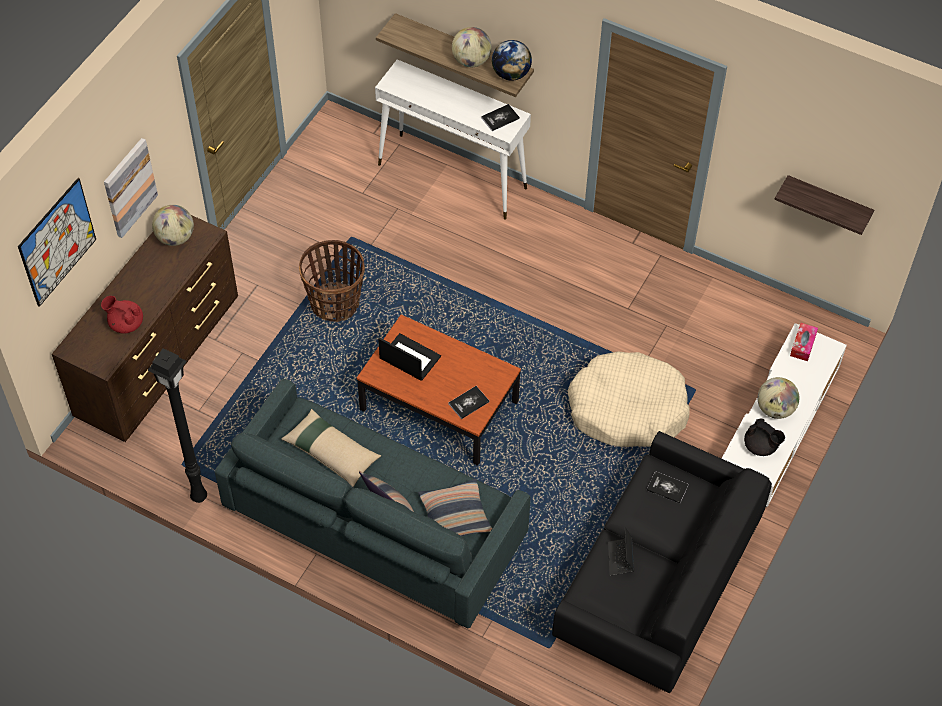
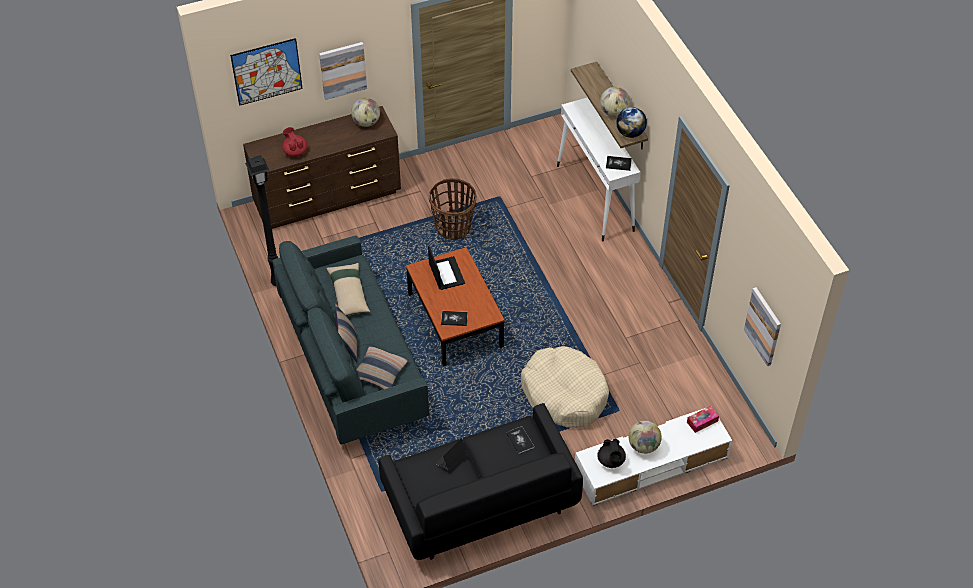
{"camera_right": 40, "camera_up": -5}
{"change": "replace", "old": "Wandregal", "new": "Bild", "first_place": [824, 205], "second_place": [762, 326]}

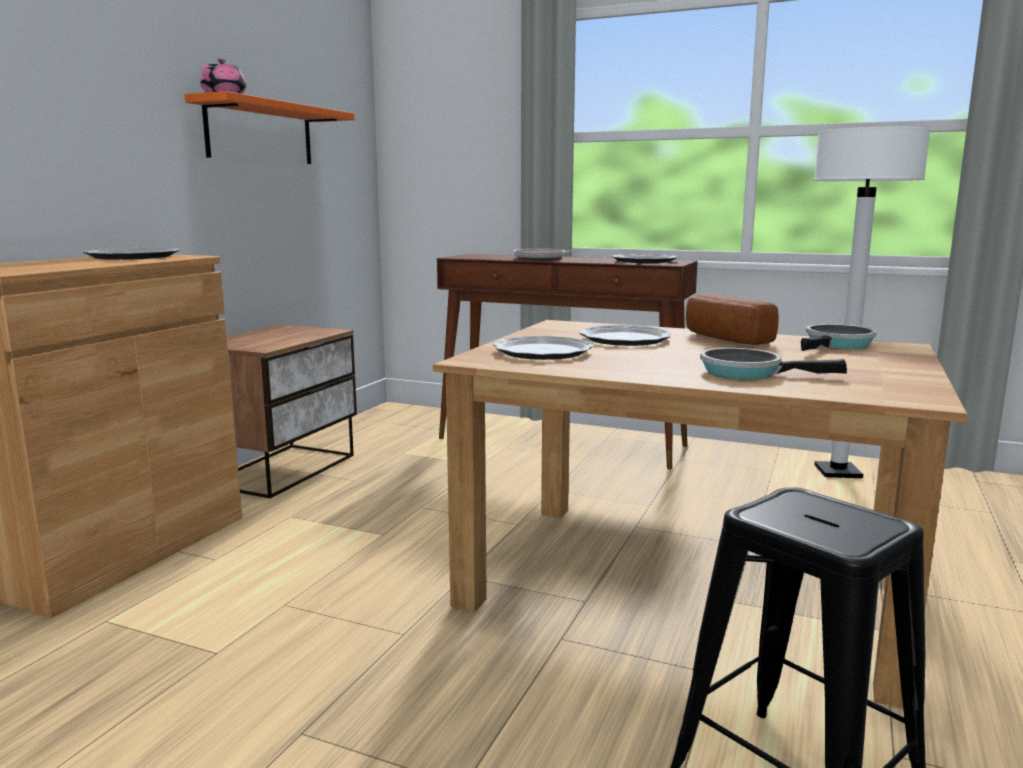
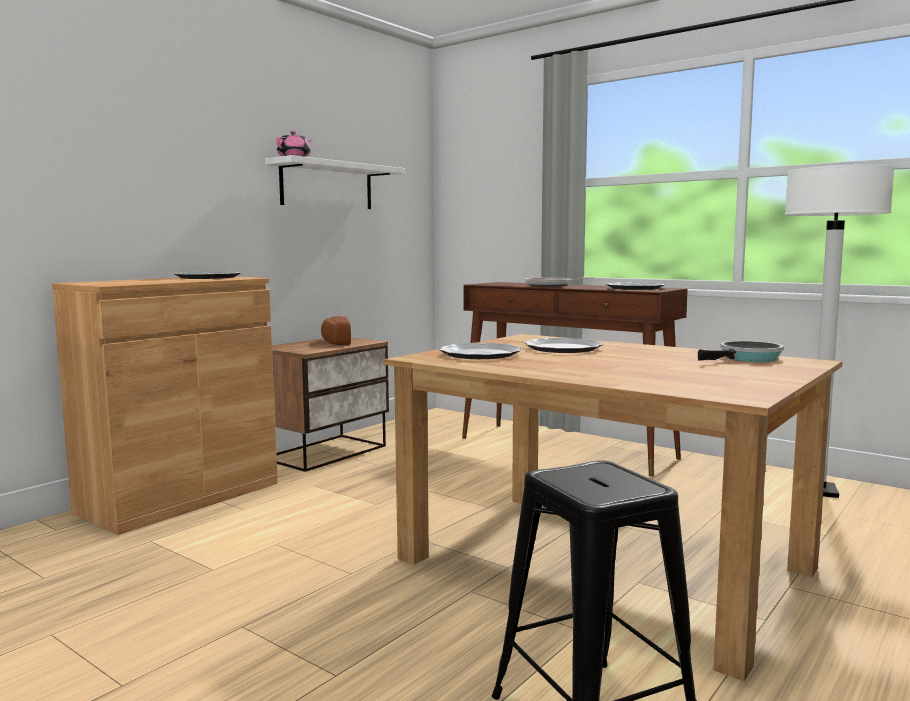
{"camera_right": 15, "camera_up": -5}
{"change": "recolor", "old": "Wandregal/orange", "new": "Wandregal/weiß", "first_place": [269, 127], "second_place": [335, 182]}
{"change": "move", "old": "Brot", "first_place": [732, 319], "second_place": [336, 330]}
{"change": "delete", "old": "Pfanne", "first_place": [773, 364]}

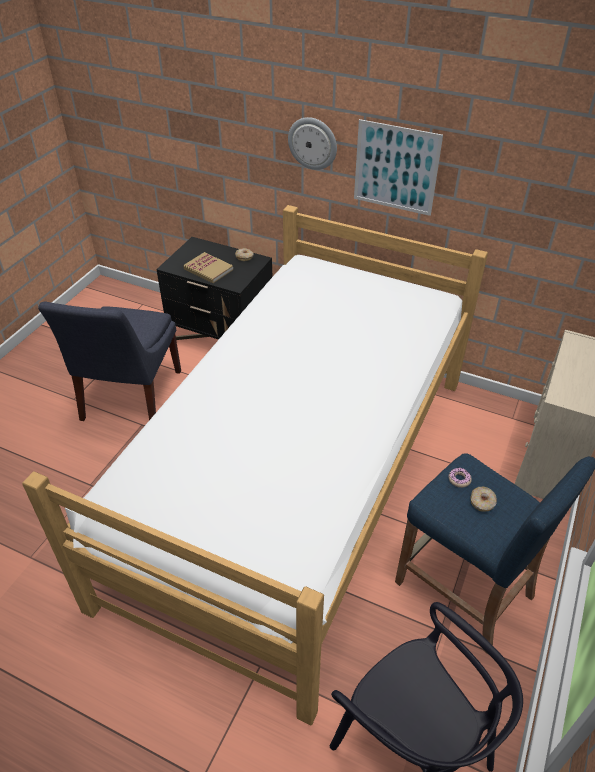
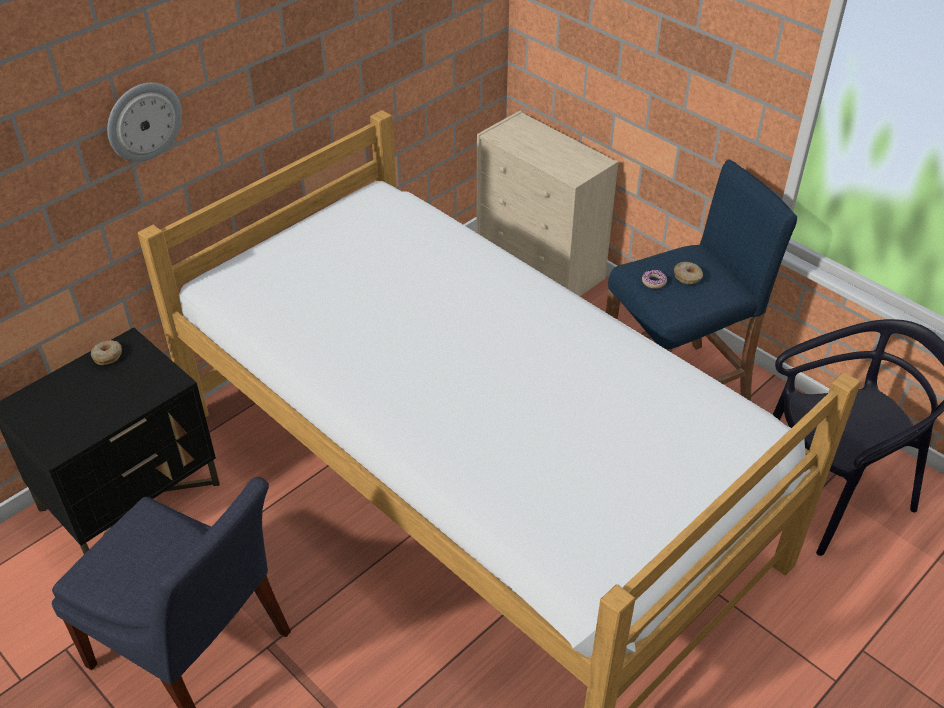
{"camera_right": -70, "camera_up": 0}
{"change": "delete", "old": "Buch", "first_place": [208, 267]}
{"change": "delete", "old": "Bild", "first_place": [398, 167]}

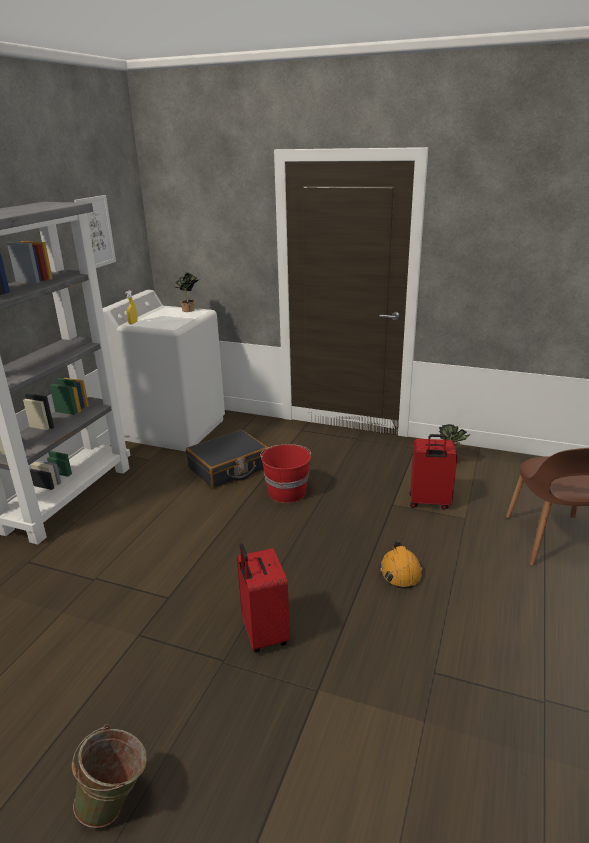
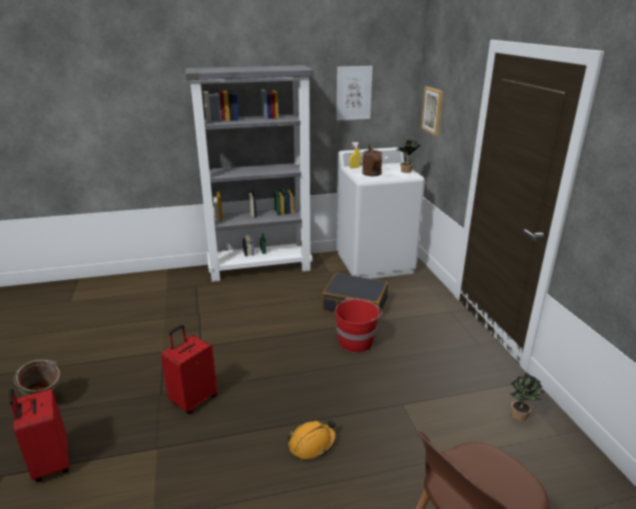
{"camera_right": 55, "camera_up": 0}
{"change": "move", "old": "Koffer/rot", "first_place": [433, 472], "second_place": [39, 435]}
{"change": "insert", "new": "Gießkanne/braun", "second_place": [372, 160]}
{"change": "insert", "new": "Bild", "second_place": [432, 111]}

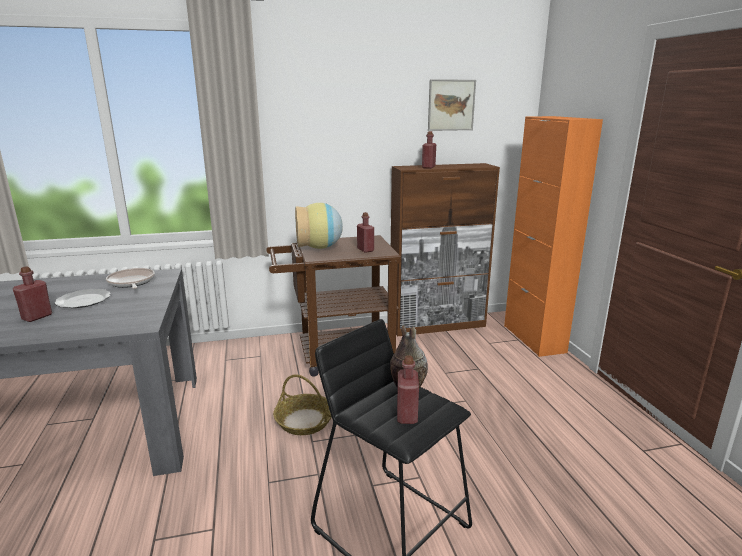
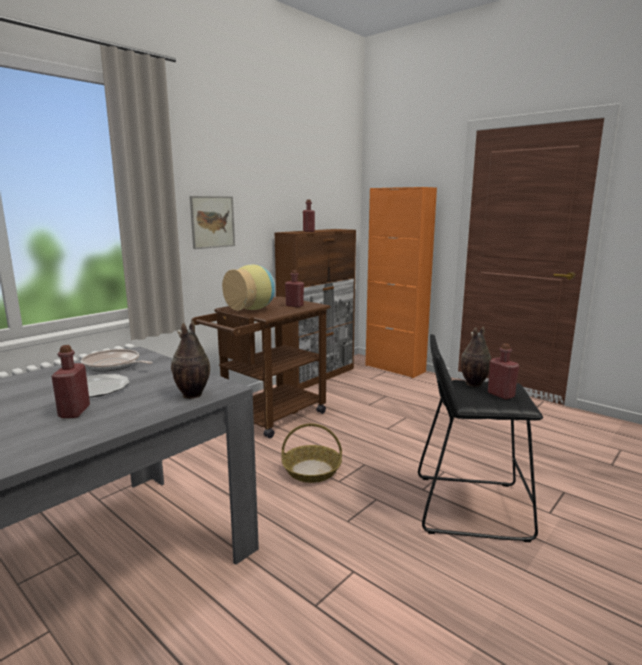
{"camera_right": -35, "camera_up": -5}
{"change": "move", "old": "Bild", "first_place": [452, 105], "second_place": [212, 222]}
{"change": "insert", "new": "Vase", "second_place": [190, 360]}

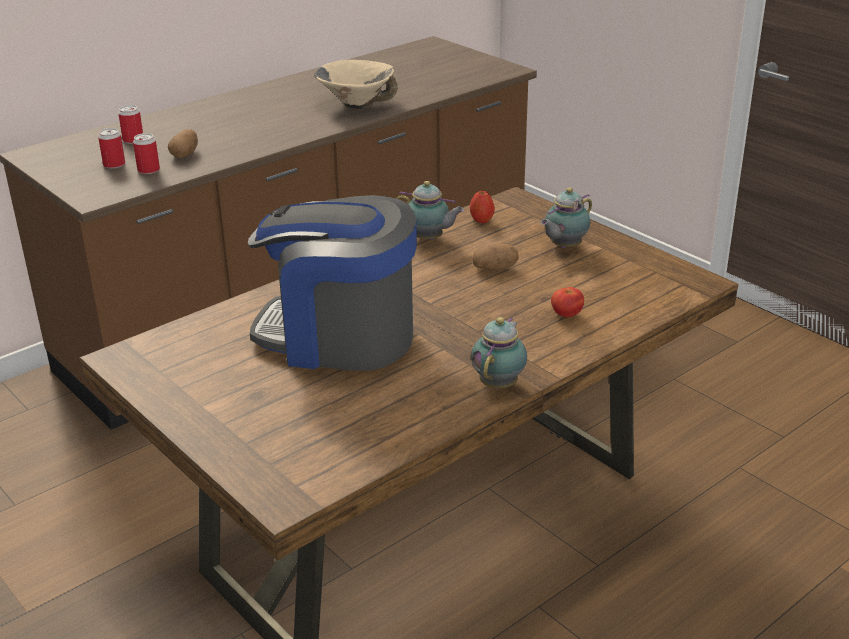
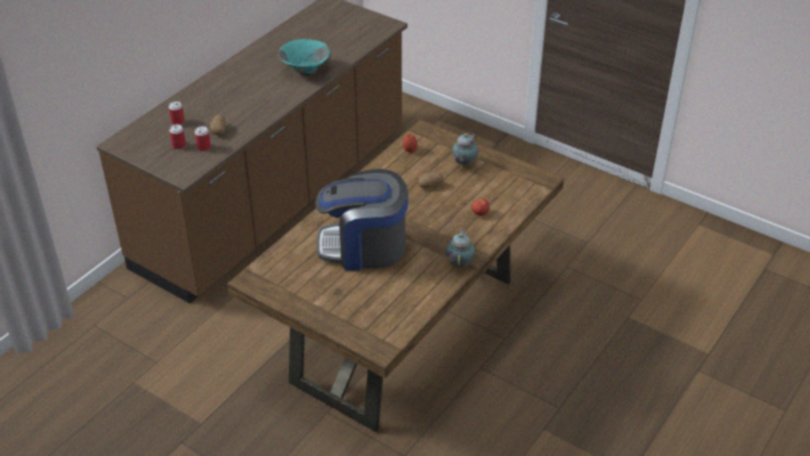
{"camera_right": -15, "camera_up": 10}
{"change": "recolor", "old": "Schüssel/beige", "new": "Schüssel/türkis", "first_place": [356, 84], "second_place": [304, 57]}
{"change": "delete", "old": "Teekanne", "first_place": [430, 210]}

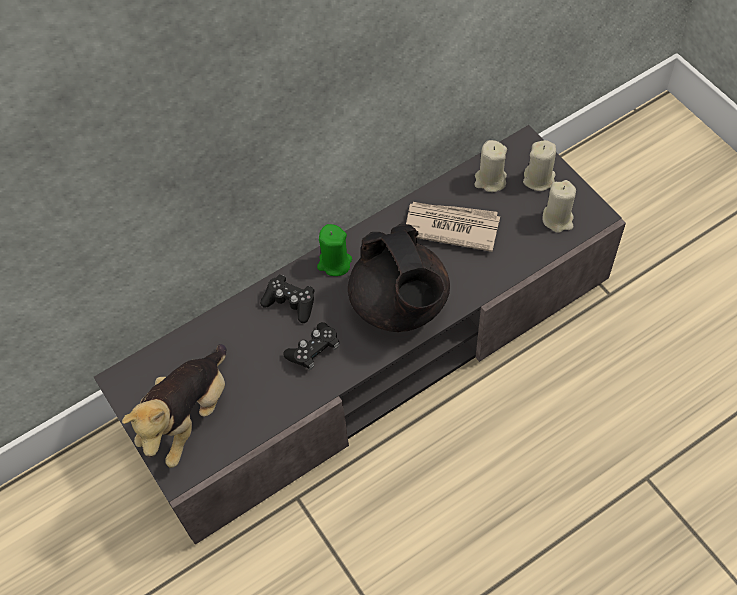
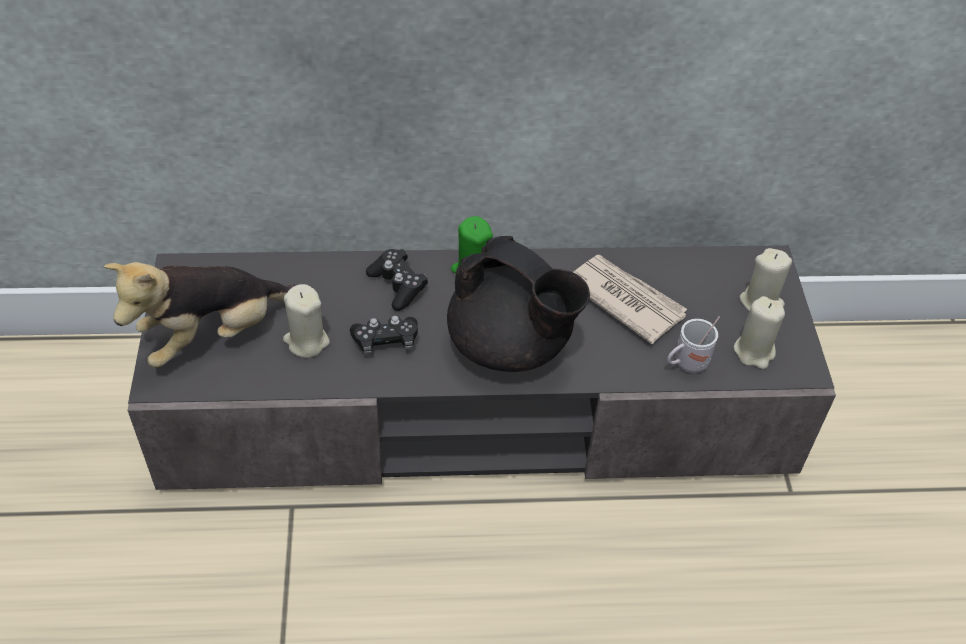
{"camera_right": 25, "camera_up": -10}
{"change": "rotate", "old": "Teekanne/schwarz", "first_place": [399, 278], "second_place": [518, 304], "degrees": -60}
{"change": "move", "old": "Kerze/beige", "first_place": [491, 166], "second_place": [306, 321]}
{"change": "insert", "new": "Henkelbecher/weiß", "second_place": [693, 344]}

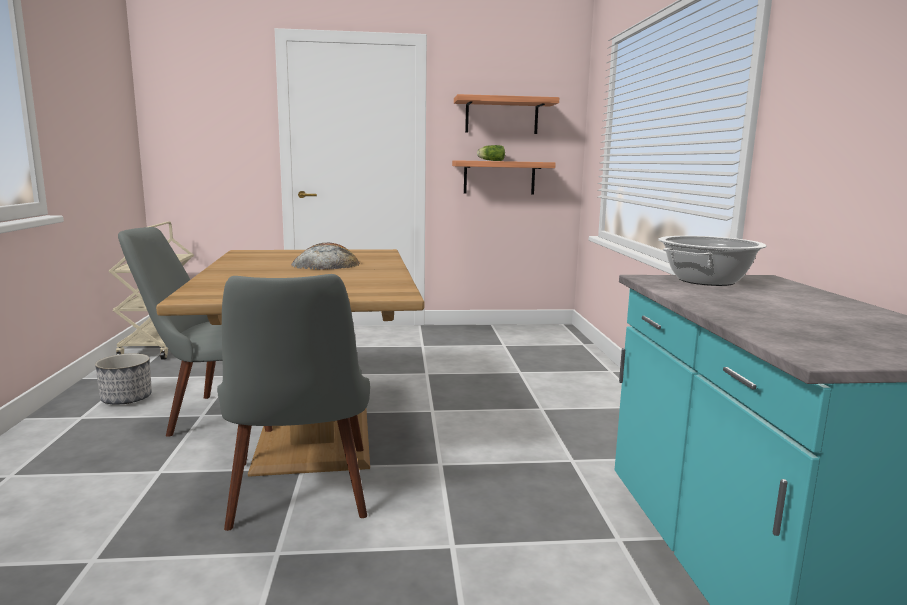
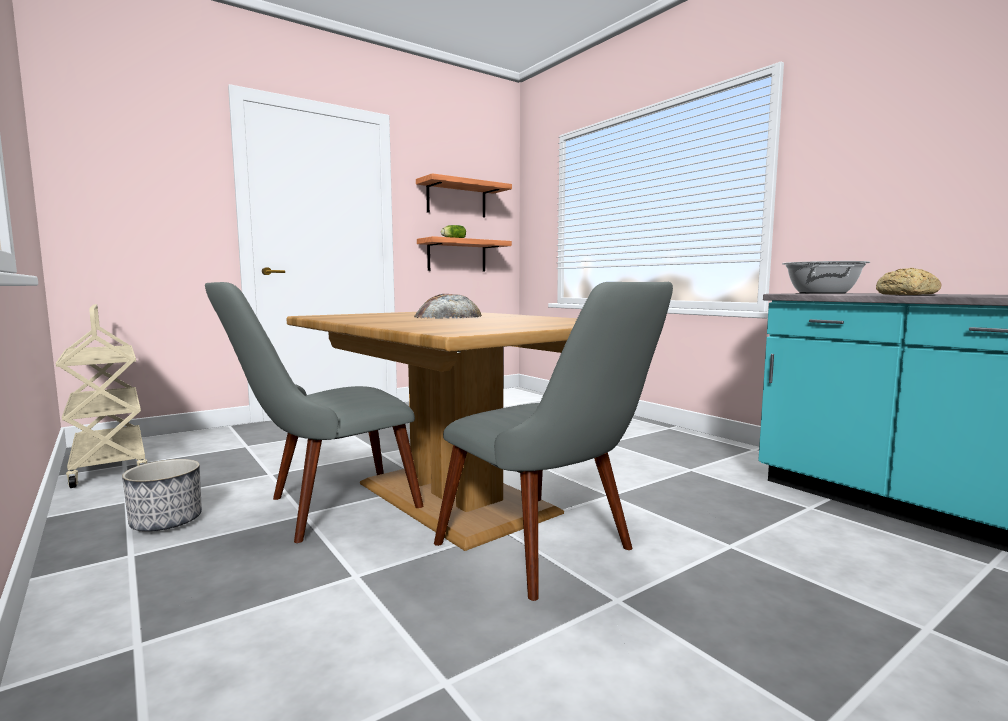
{"camera_right": -30, "camera_up": -5}
{"change": "insert", "new": "Brot", "second_place": [908, 281]}

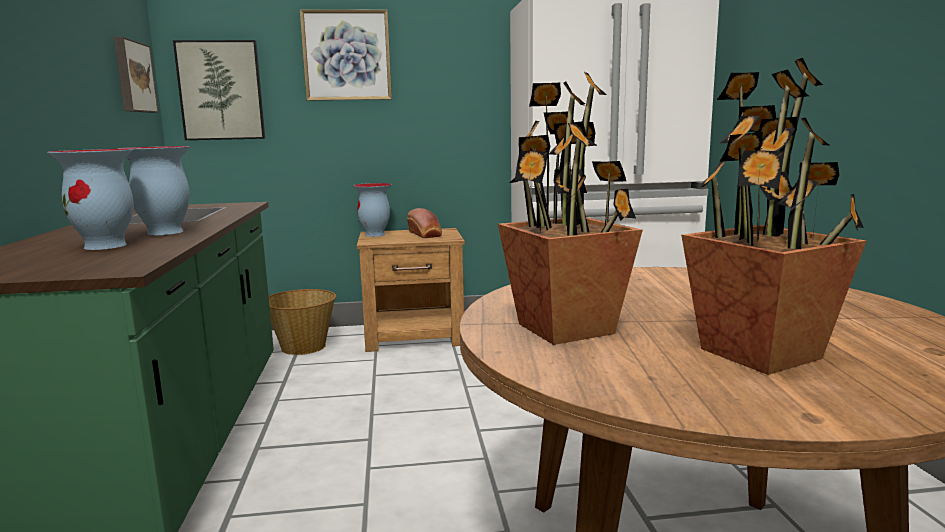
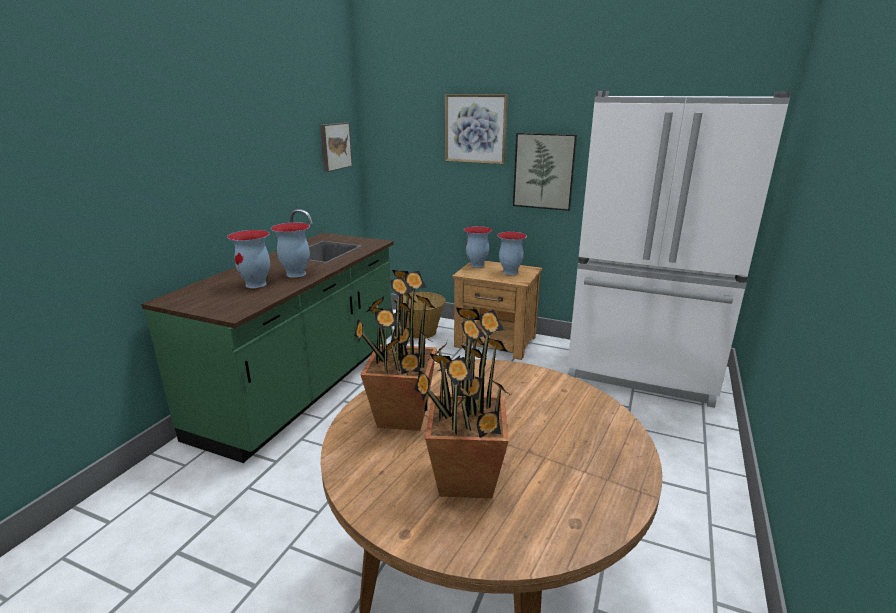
{"camera_right": 30, "camera_up": 10}
{"change": "move", "old": "Bild", "first_place": [219, 90], "second_place": [545, 172]}
{"change": "replace", "old": "Brot", "new": "Vase", "first_place": [424, 223], "second_place": [512, 253]}

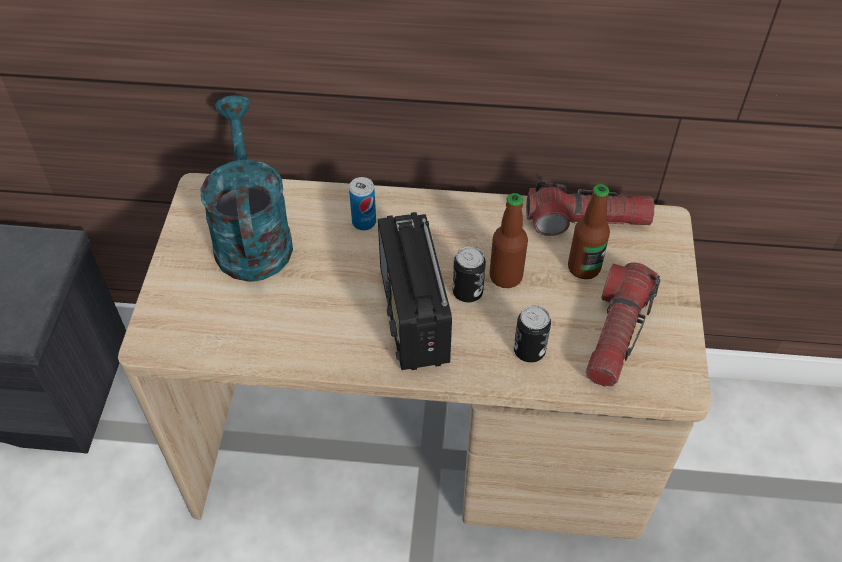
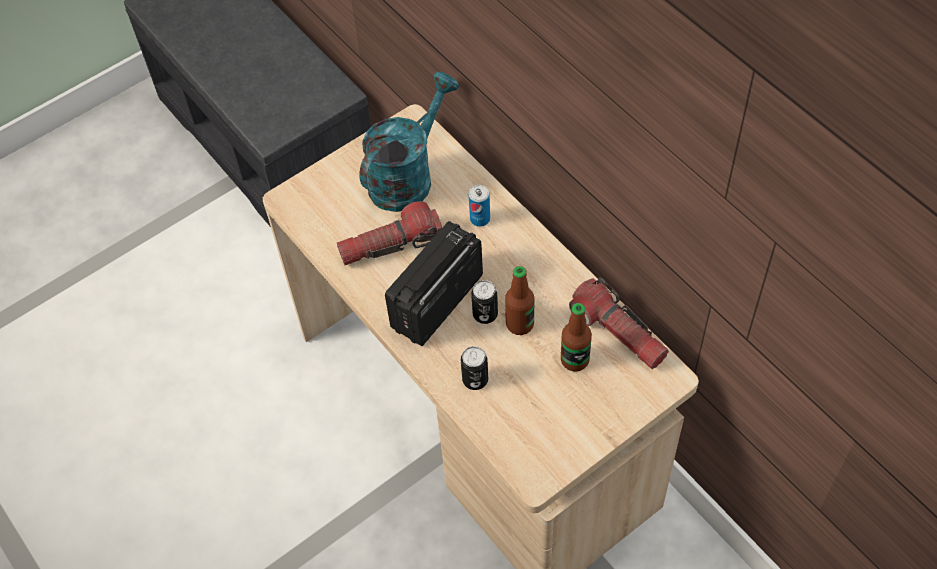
{"camera_right": 50, "camera_up": 5}
{"change": "move", "old": "Taschenlampe", "first_place": [623, 324], "second_place": [389, 233]}

